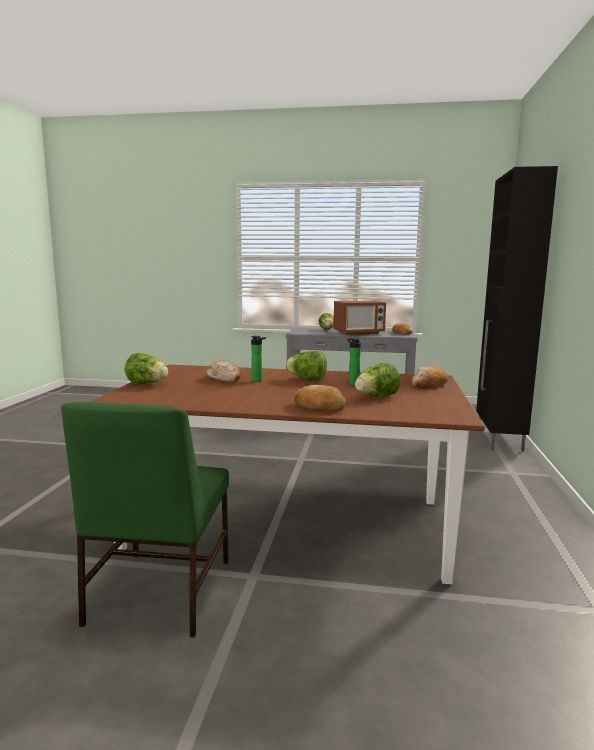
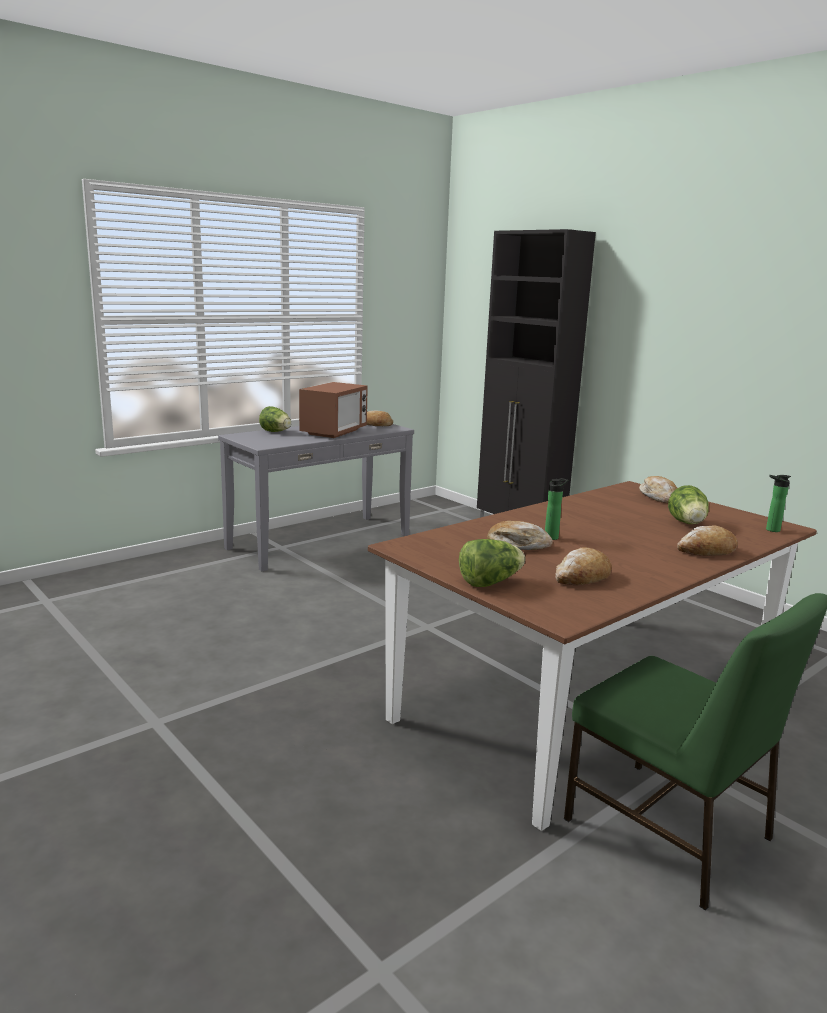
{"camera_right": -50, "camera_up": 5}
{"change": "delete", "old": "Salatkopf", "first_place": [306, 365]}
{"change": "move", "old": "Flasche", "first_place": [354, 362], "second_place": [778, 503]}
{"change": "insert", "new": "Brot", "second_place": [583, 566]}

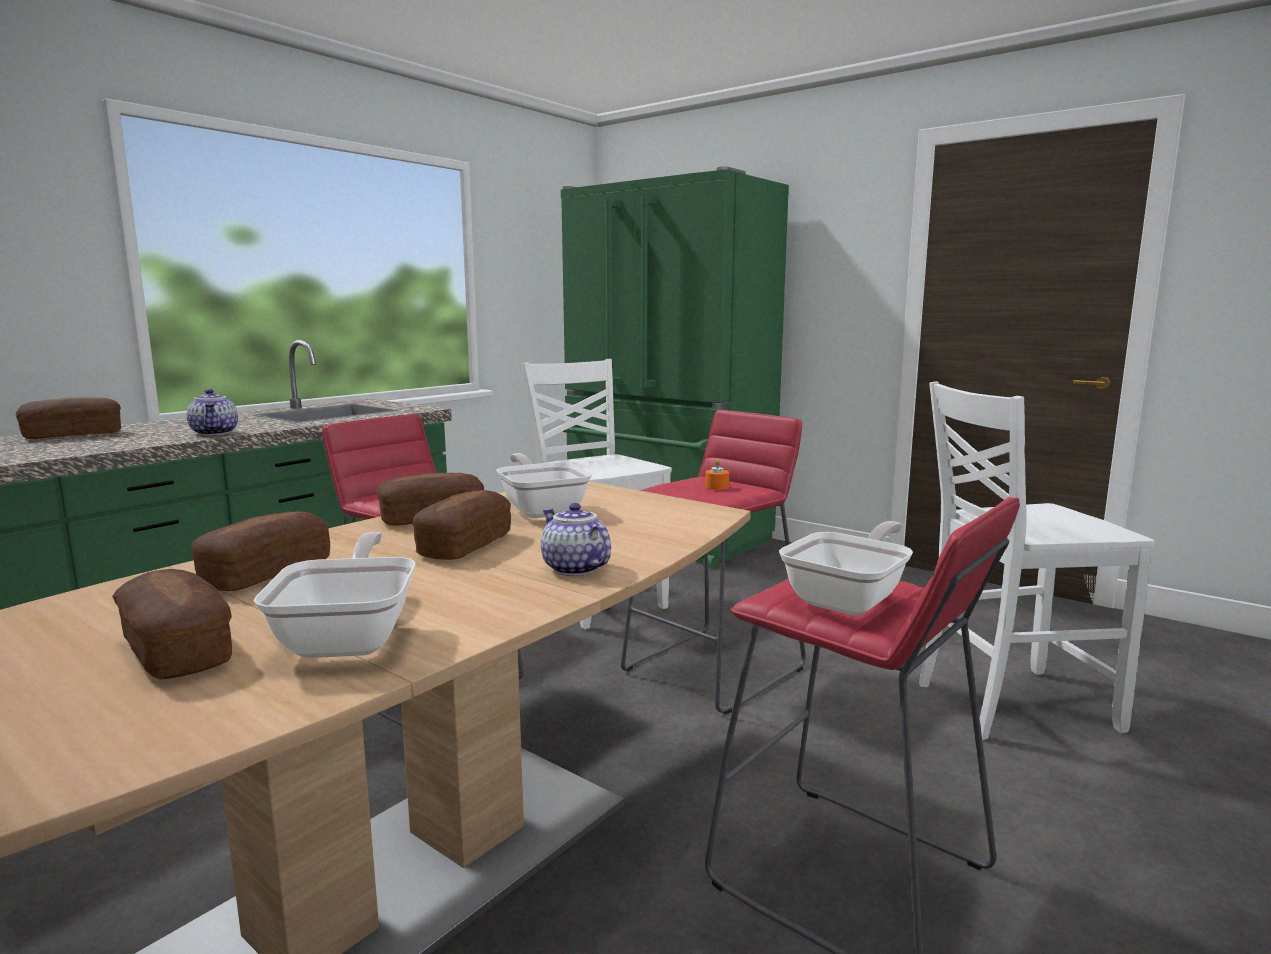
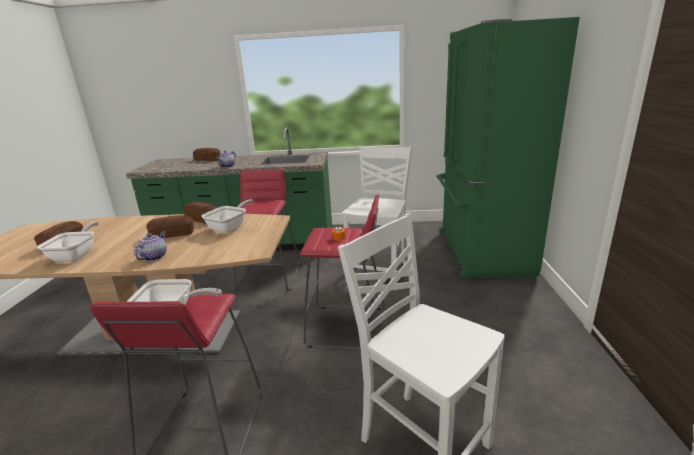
{"camera_right": 55, "camera_up": 10}
{"change": "delete", "old": "Brot", "first_place": [260, 551]}
{"change": "rotate", "old": "Pfanne", "first_place": [334, 595], "second_place": [68, 242], "degrees": -45}

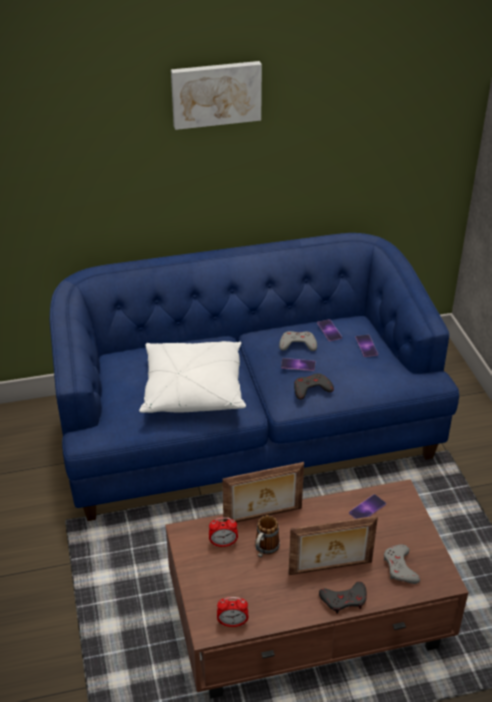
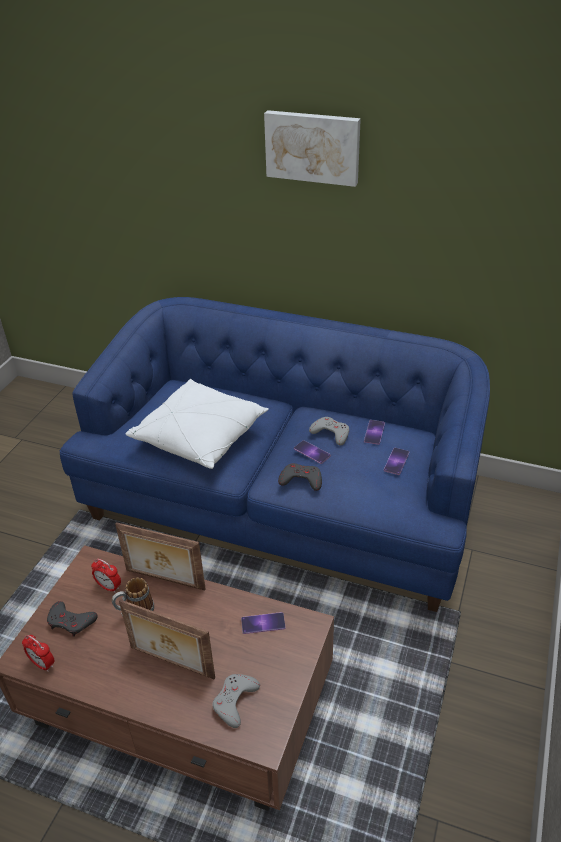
{"camera_right": 35, "camera_up": 0}
{"change": "move", "old": "Gamepad/grau", "first_place": [343, 598], "second_place": [72, 619]}

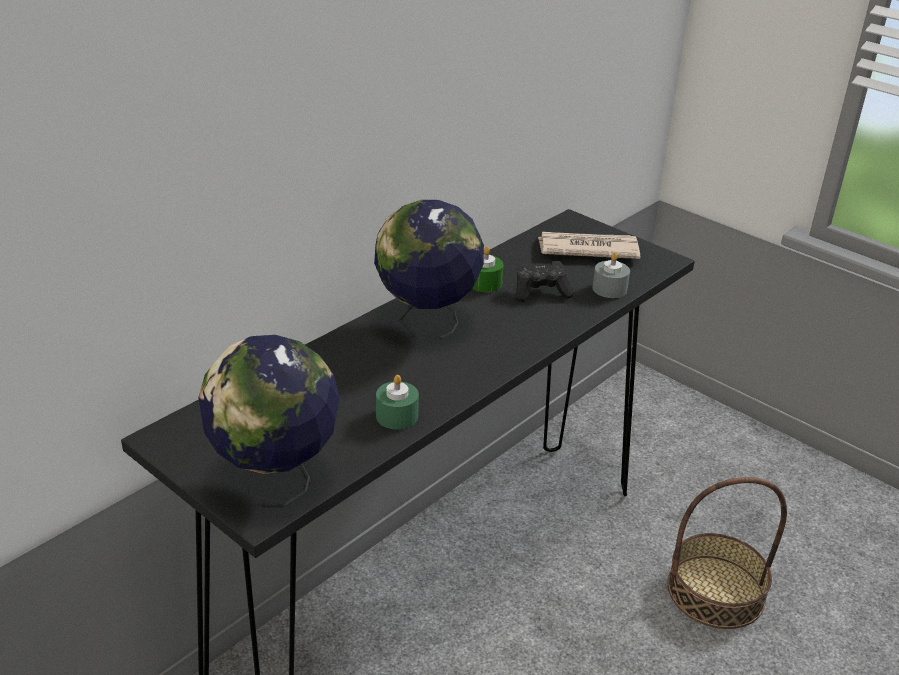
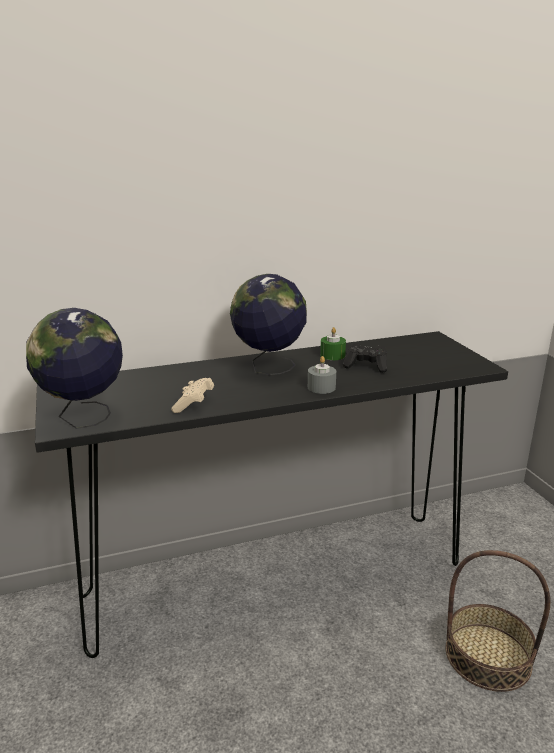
{"camera_right": 30, "camera_up": -10}
{"change": "replace", "old": "Kerze/grün", "new": "Gamepad/beige", "first_place": [397, 402], "second_place": [192, 395]}
{"change": "delete", "old": "Zeitung", "first_place": [589, 245]}
{"change": "move", "old": "Kerze/grau", "first_place": [611, 275], "second_place": [322, 375]}

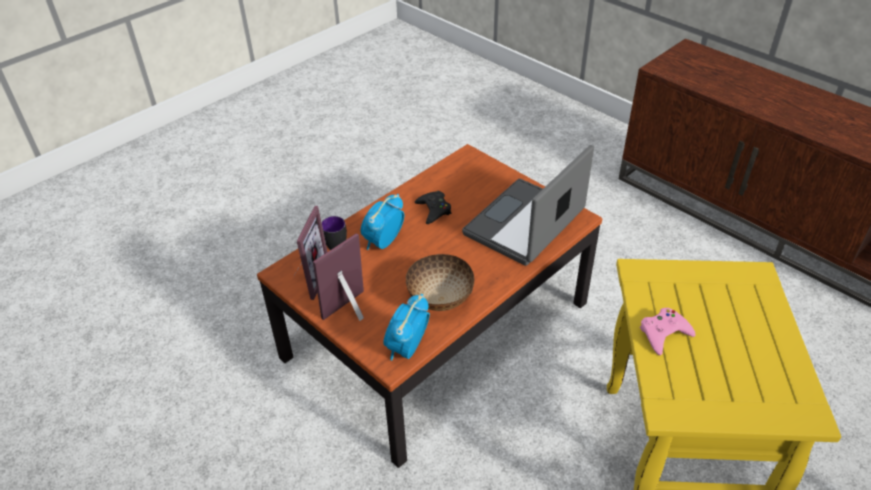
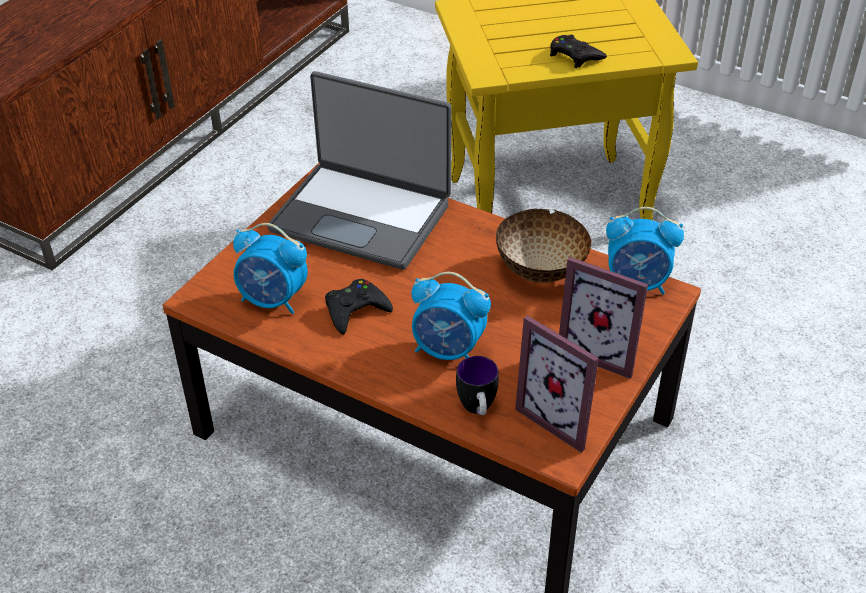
{"camera_right": -105, "camera_up": 0}
{"change": "rotate", "old": "Bilderrahmen", "first_place": [311, 253], "second_place": [557, 384], "degrees": -135}
{"change": "recolor", "old": "Gamepad/rosa", "new": "Gamepad/schwarz", "first_place": [668, 331], "second_place": [578, 51]}
{"change": "insert", "new": "Wecker", "second_place": [270, 268]}

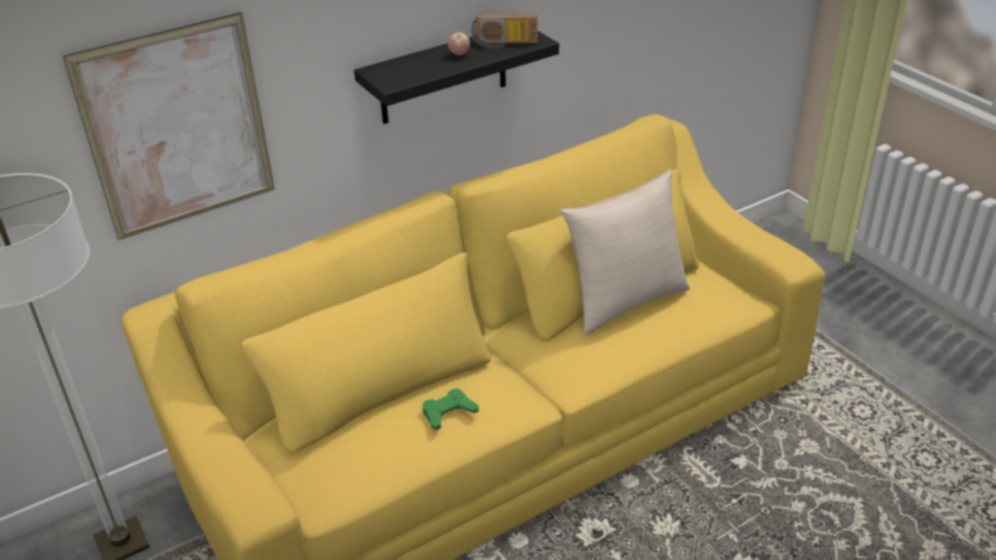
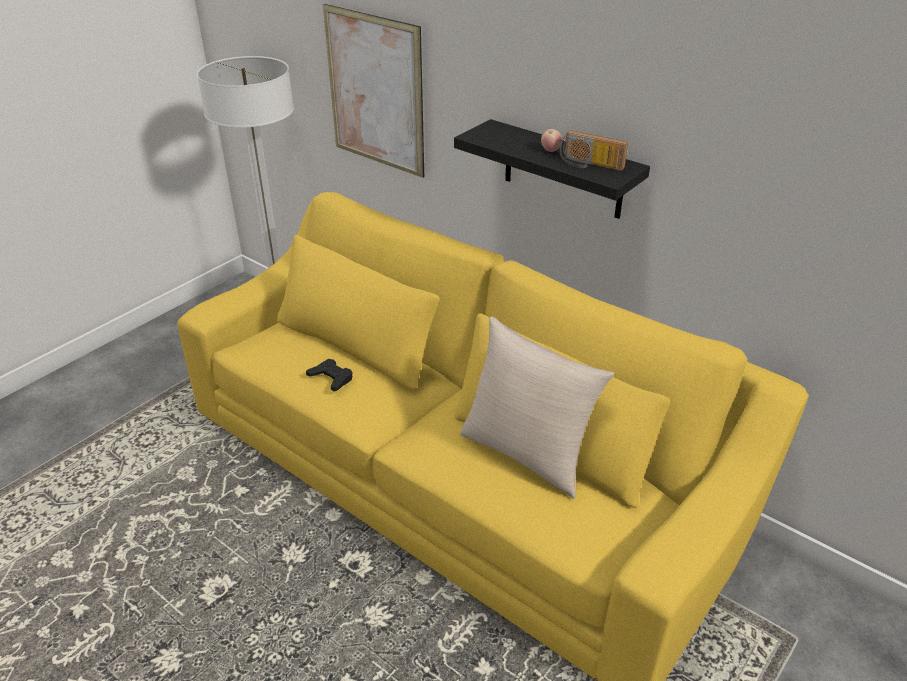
{"camera_right": 70, "camera_up": 0}
{"change": "recolor", "old": "Gamepad/grün", "new": "Gamepad/schwarz", "first_place": [450, 409], "second_place": [329, 375]}
{"change": "rotate", "old": "Radio", "first_place": [505, 31], "second_place": [594, 150], "degrees": -45}

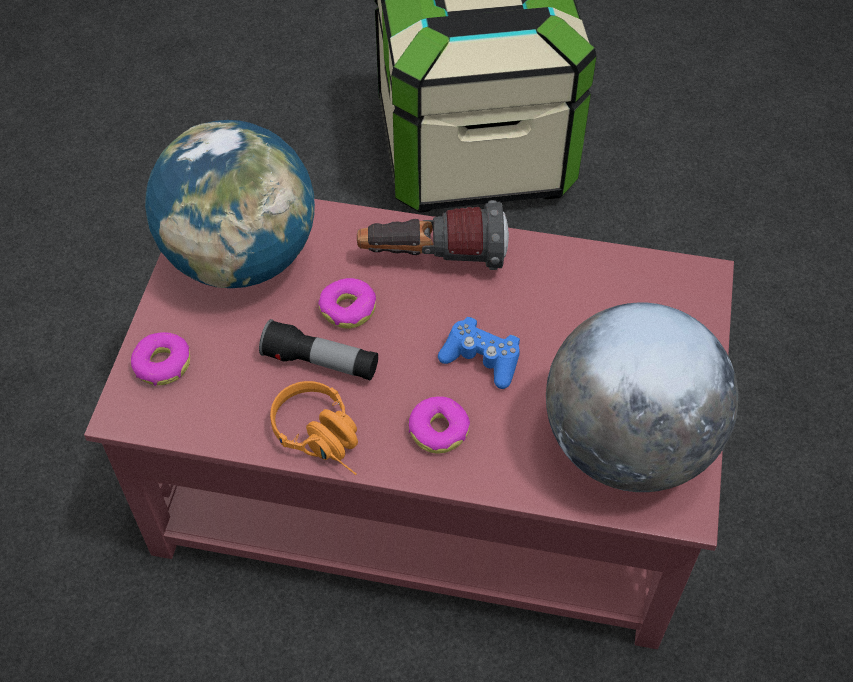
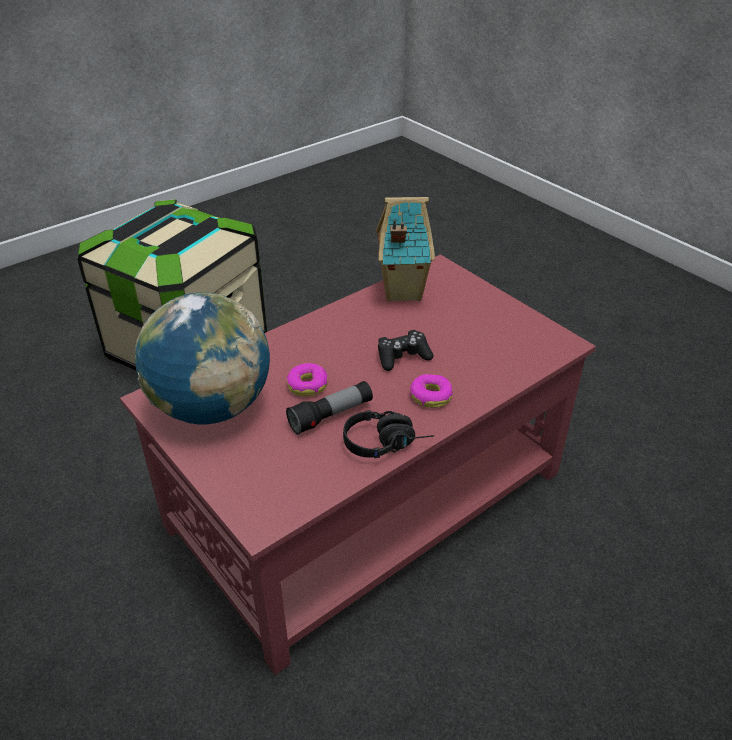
{"camera_right": -50, "camera_up": -15}
{"change": "delete", "old": "Donut", "first_place": [160, 359]}
{"change": "recolor", "old": "Kopfhörer/orange", "new": "Kopfhörer/schwarz", "first_place": [314, 428], "second_place": [388, 434]}
{"change": "delete", "old": "Taschenlampe", "first_place": [433, 235]}
{"change": "recolor", "old": "Gamepad/blau", "new": "Gamepad/schwarz", "first_place": [479, 353], "second_place": [405, 350]}
{"change": "delete", "old": "Globus", "first_place": [642, 397]}
{"change": "insert", "new": "Spielzeughaus", "second_place": [405, 249]}

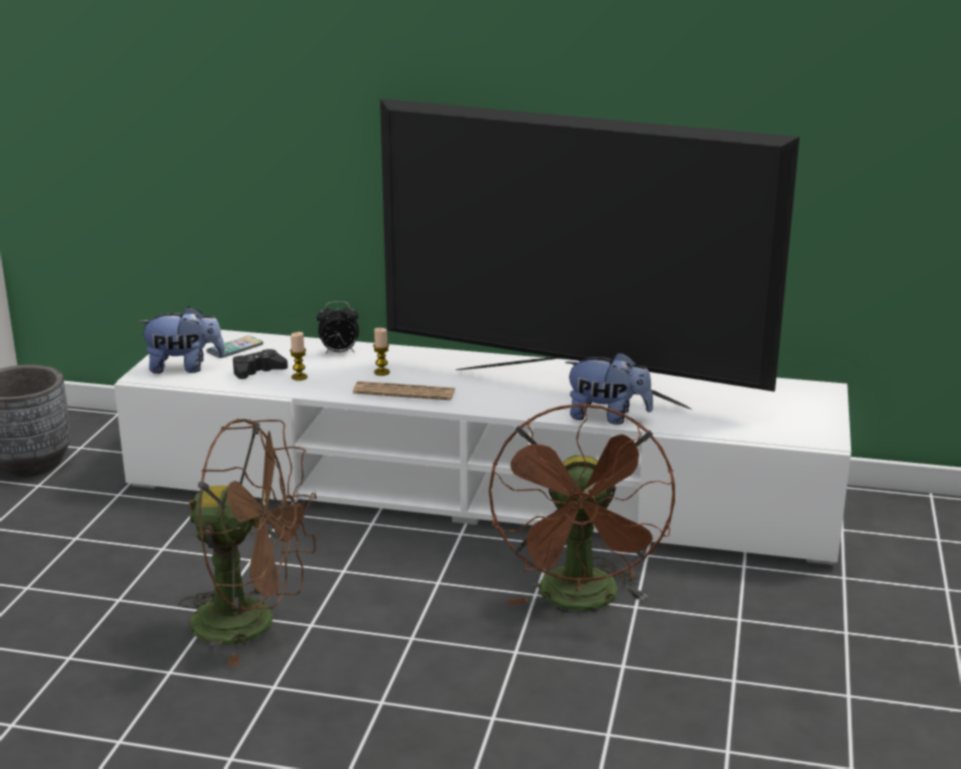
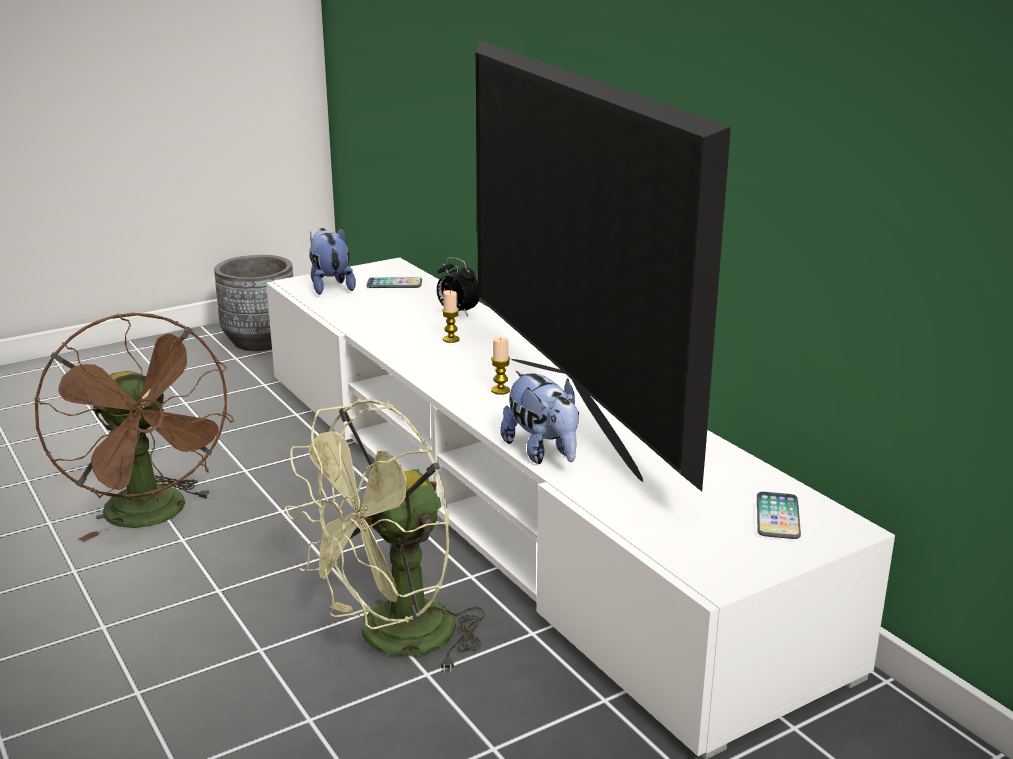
{"camera_right": 45, "camera_up": 0}
{"change": "rotate", "old": "Plüschtier", "first_place": [182, 340], "second_place": [332, 261], "degrees": -150}
{"change": "delete", "old": "Gamepad/schwarz", "first_place": [260, 364]}
{"change": "move", "old": "Kerze", "first_place": [299, 356], "second_place": [500, 366]}
{"change": "delete", "old": "Zeitung", "first_place": [404, 390]}
{"change": "recolor", "old": "Ventilator/braun", "new": "Ventilator/grün", "first_place": [582, 507], "second_place": [385, 536]}
{"change": "insert", "new": "Handy", "second_place": [779, 515]}

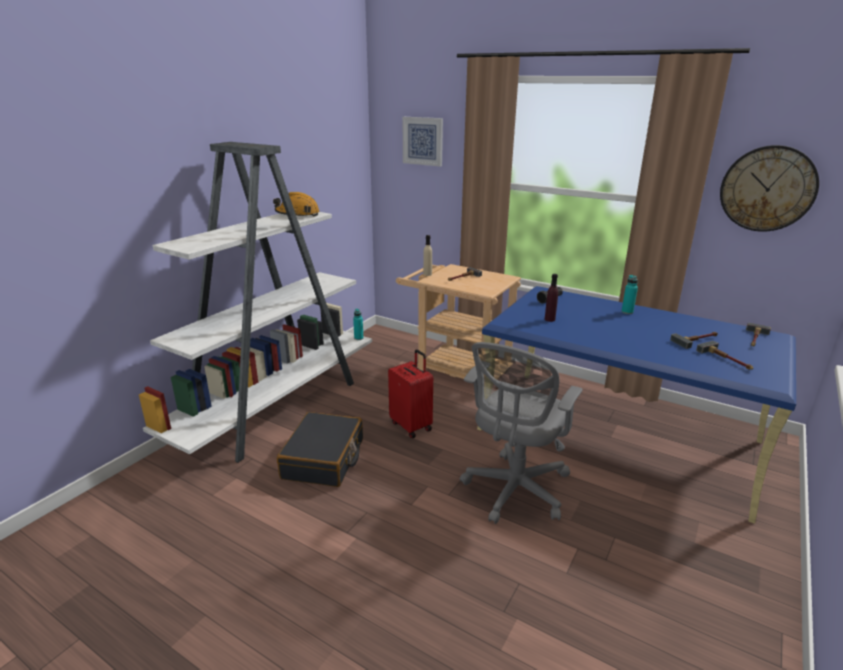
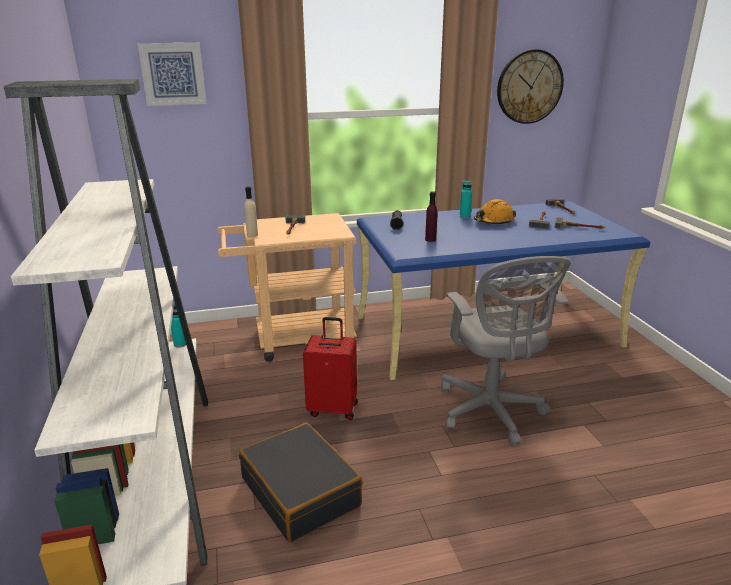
{"camera_right": -45, "camera_up": 0}
{"change": "move", "old": "Schutzhelm/orange", "first_place": [296, 204], "second_place": [495, 211]}

